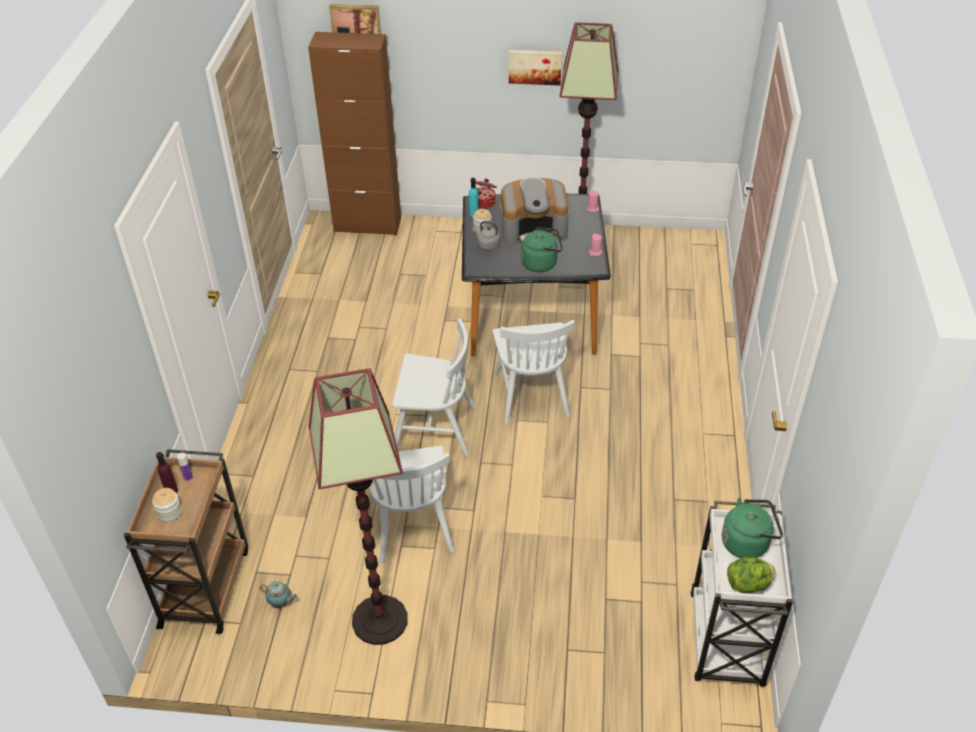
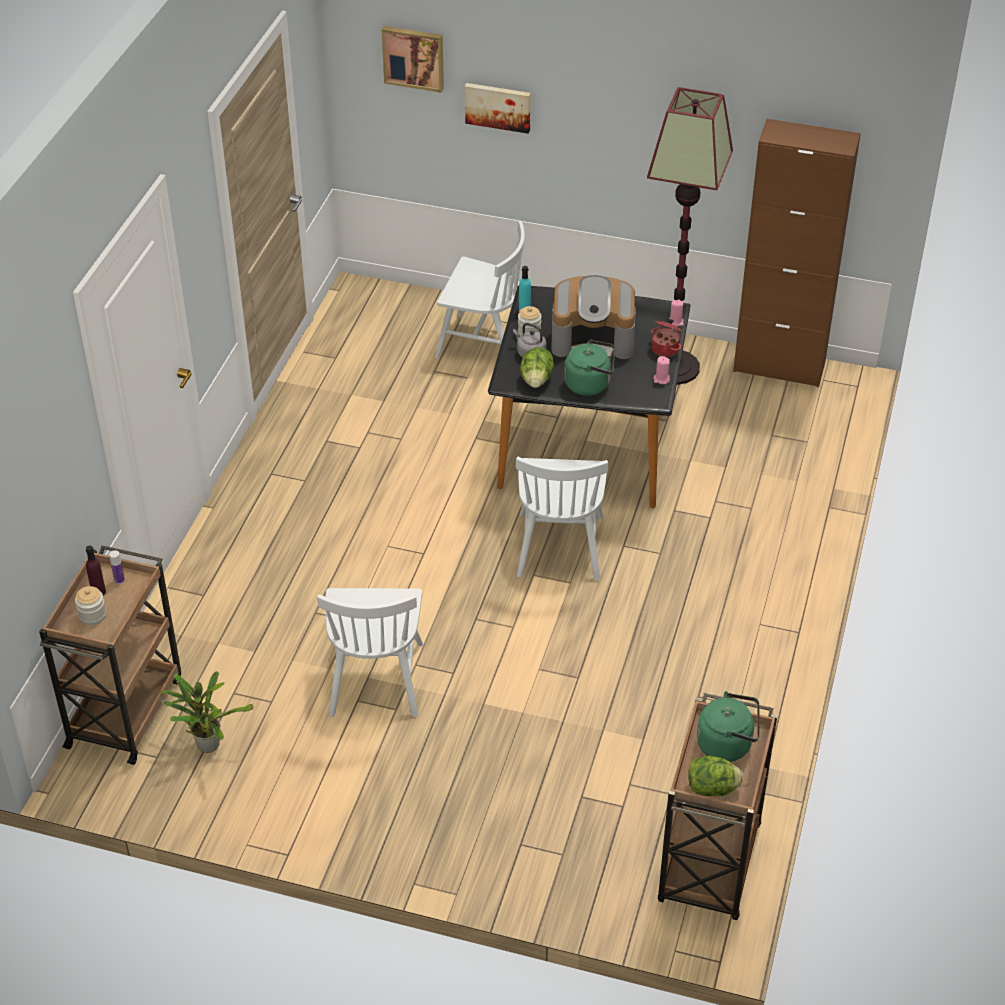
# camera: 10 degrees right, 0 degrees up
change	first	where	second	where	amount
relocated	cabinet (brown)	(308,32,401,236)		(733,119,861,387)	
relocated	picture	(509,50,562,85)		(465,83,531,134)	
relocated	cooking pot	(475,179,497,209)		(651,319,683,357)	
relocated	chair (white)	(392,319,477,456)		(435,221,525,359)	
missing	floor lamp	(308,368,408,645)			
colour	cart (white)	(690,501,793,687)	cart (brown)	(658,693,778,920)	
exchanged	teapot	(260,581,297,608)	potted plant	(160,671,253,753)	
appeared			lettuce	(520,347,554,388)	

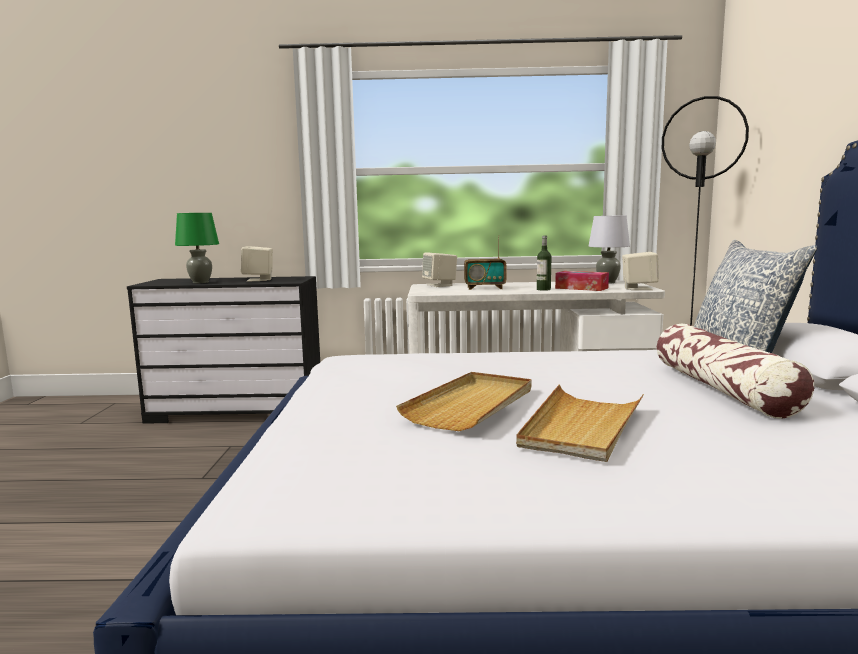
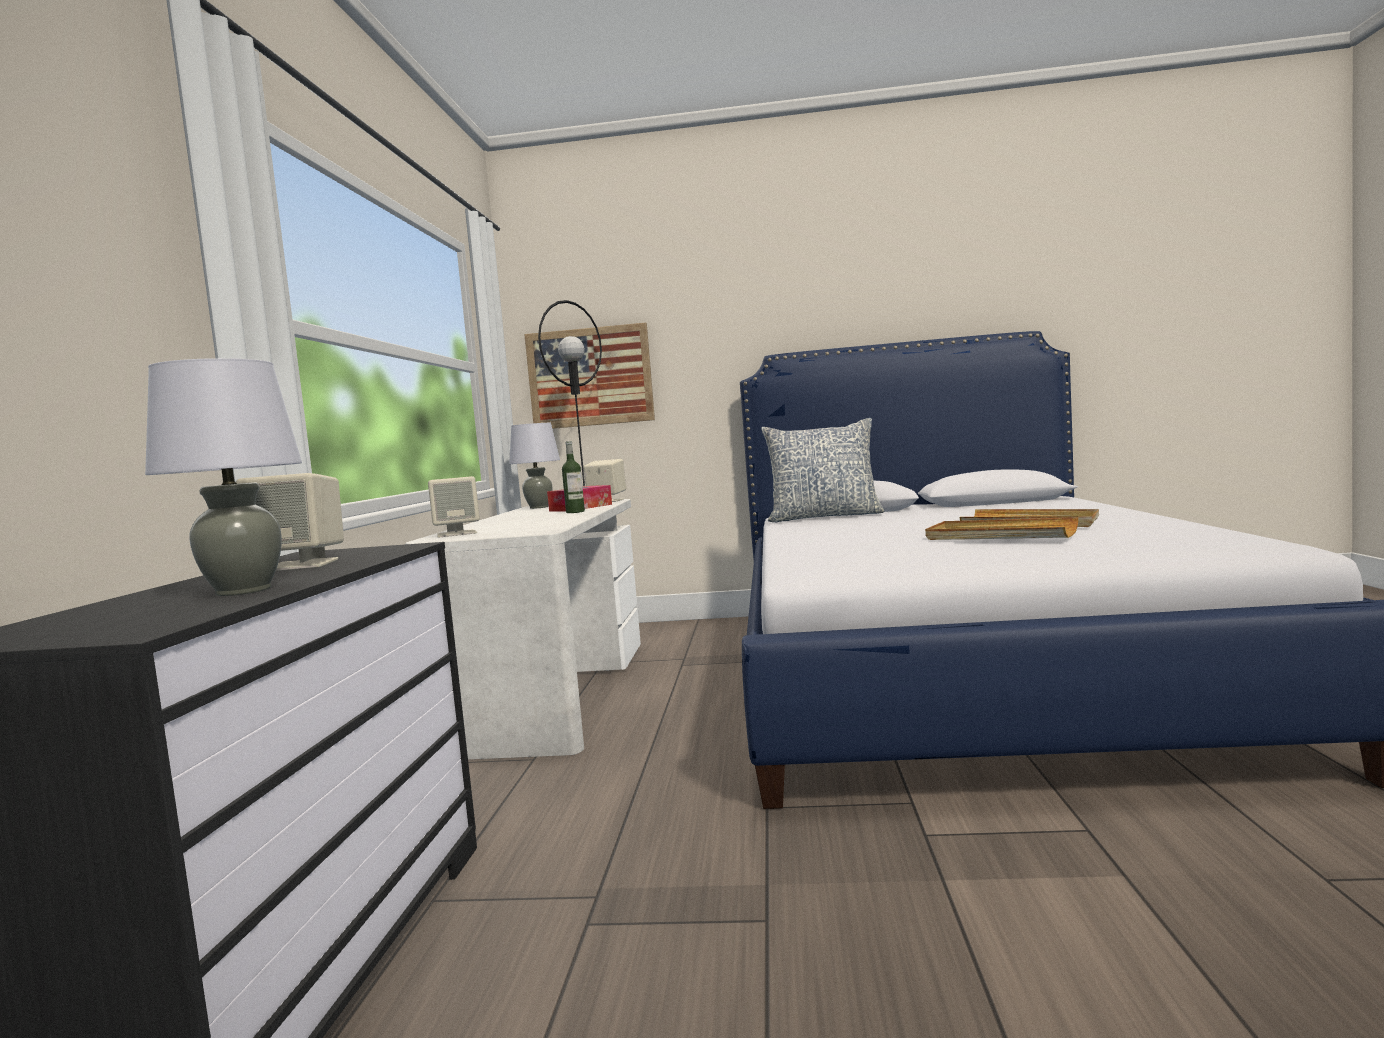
# camera: 85 degrees left, 5 degrees down
change	first	where	second	where	amount
colour	table lamp (green)	(175,213,219,283)	table lamp (grey)	(145,358,302,596)	
missing	radio	(464,236,506,290)			
missing	pillow	(657,324,814,419)			
appeared			picture	(524,323,655,429)	

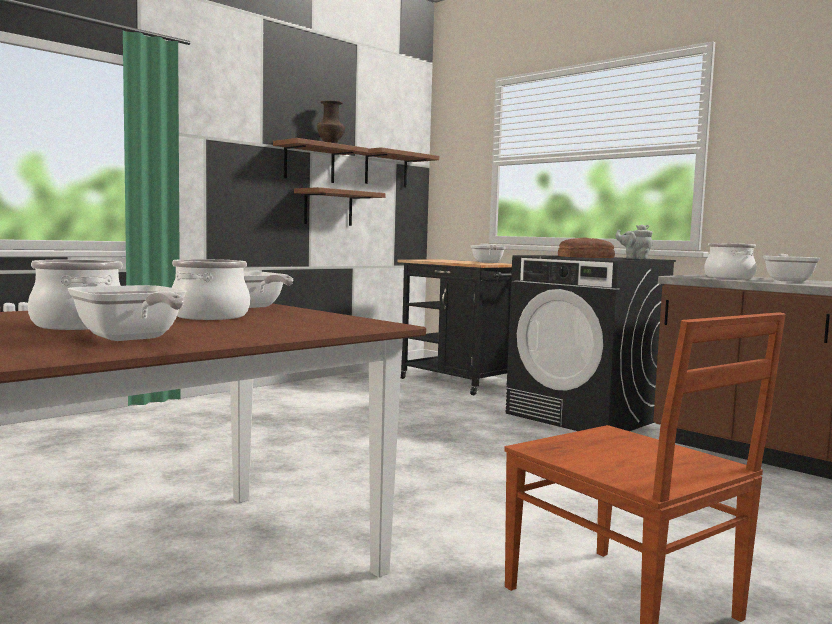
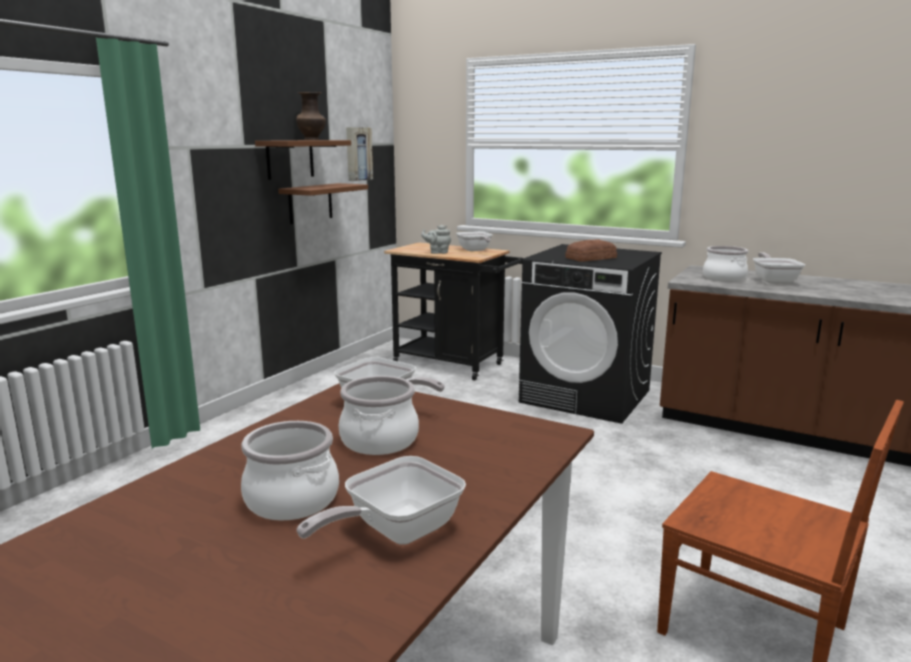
# camera: 15 degrees left, 10 degrees up
change	first	where	second	where	amount
exchanged	shelf (brown)	(357,147,439,188)	picture	(346,127,373,181)	
relocated	teapot (grey)	(615,224,653,259)		(421,225,451,254)	
spun	frying pan	(68,285,186,341)		(297,456,466,545)	105 degrees clockwise

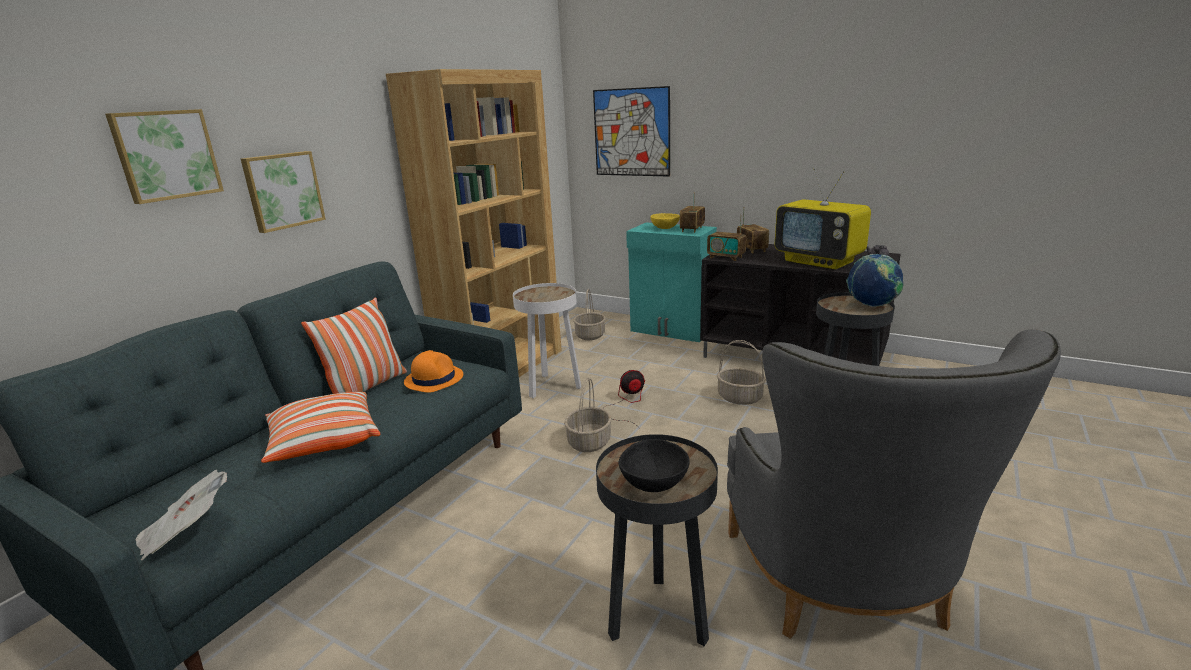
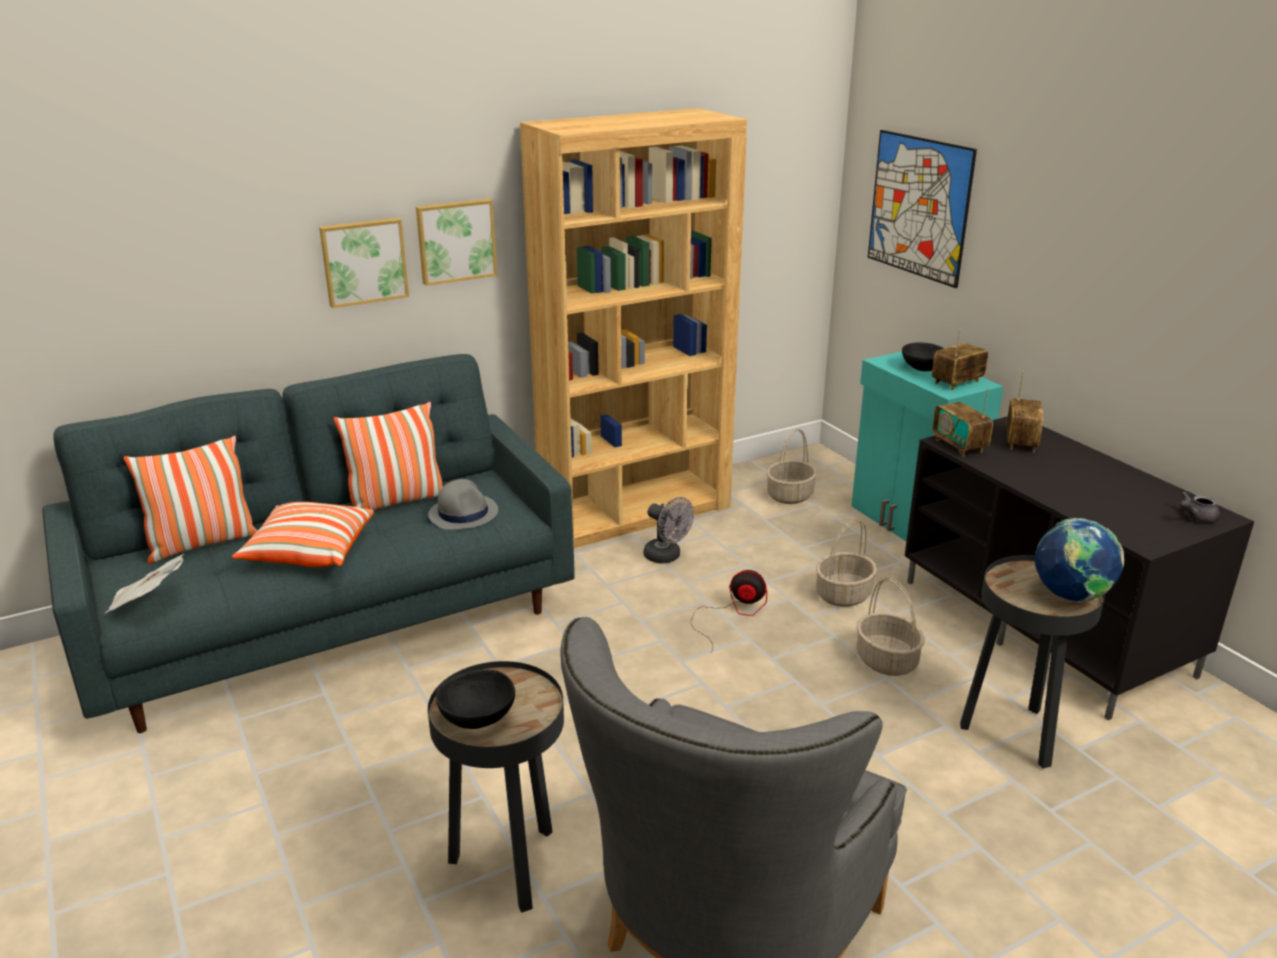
# camera: 30 degrees right, 5 degrees up
change	first	where	second	where	amount
relocated	picture	(105,109,224,204)		(416,199,497,286)	
missing	television	(775,168,871,269)			
colour	bowl (yellow)	(650,213,680,229)	bowl (black)	(902,342,944,371)	
exchanged	side table (white)	(513,283,581,398)	fan (grey)	(644,497,694,563)	
colour	hat (orange)	(404,350,463,393)	hat (grey)	(428,479,498,530)	
relocated	basket	(564,378,612,452)		(816,519,877,607)	
appeared			pillow	(123,435,258,564)	

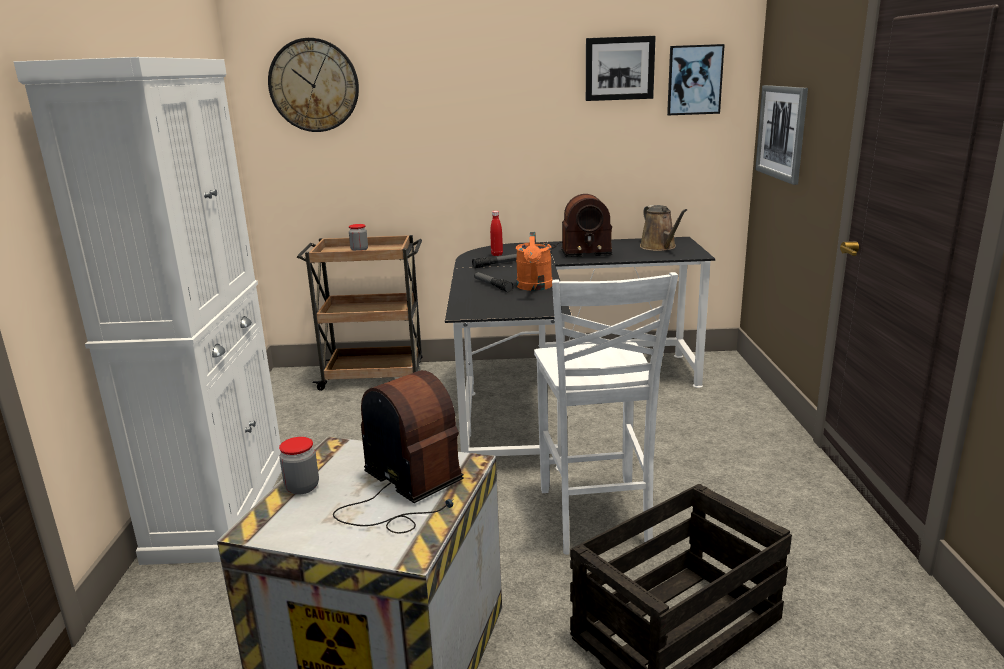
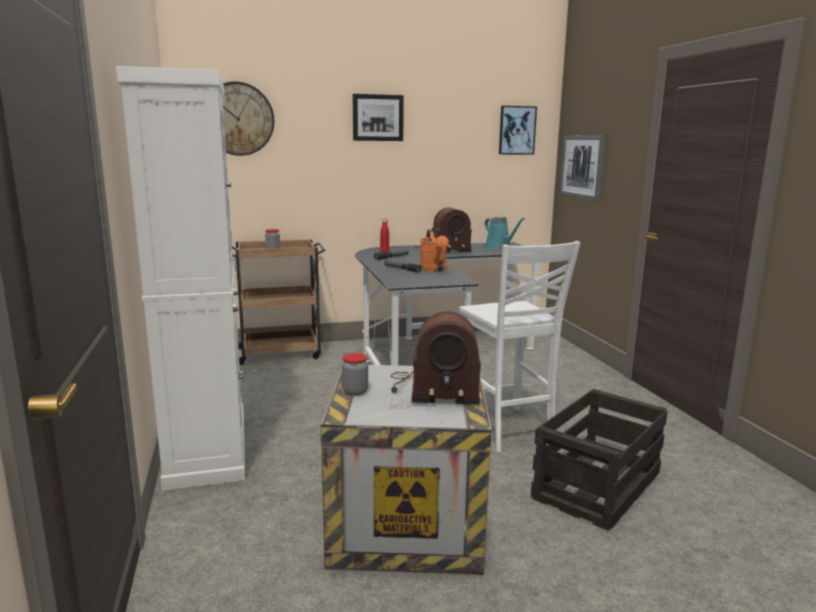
# camera: 15 degrees left, 5 degrees down
change	first	where	second	where	amount
relocated	picture	(586,36,656,101)		(353,94,404,141)	
colour	watering can (brown)	(640,205,687,251)	watering can (turquoise)	(485,217,525,250)	
spun	radio	(333,370,464,534)		(391,311,481,405)	150 degrees clockwise

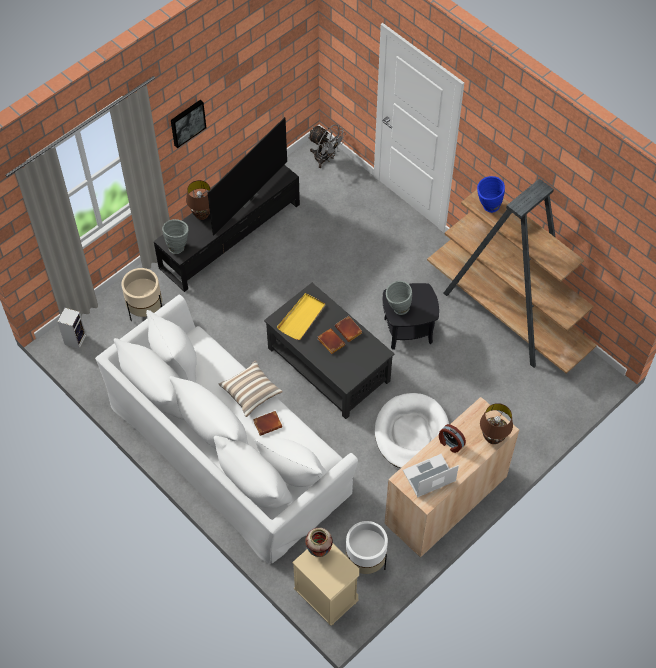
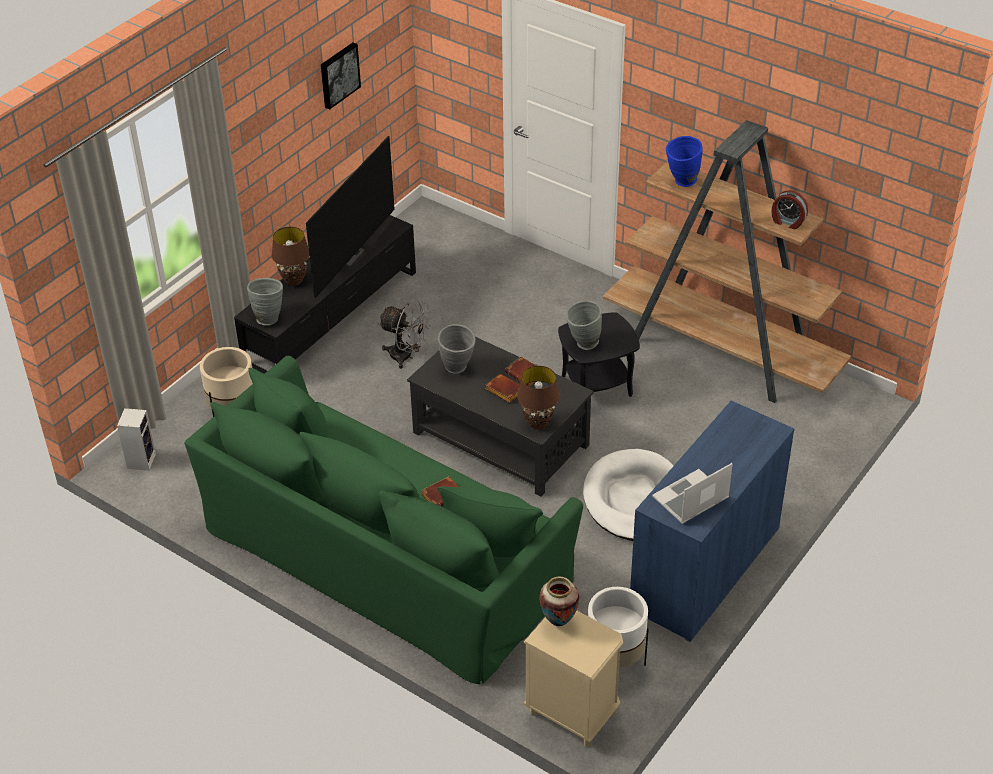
# camera: 10 degrees left, 15 degrees down
change	first	where	second	where	amount
relocated	picture	(171,100,206,148)		(321,42,361,110)	
relocated	fan (grey)	(308,124,346,168)		(378,299,432,369)	
exchanged	tray (yellow)	(277,293,325,340)	vase (grey)	(438,324,476,374)	
colour	sofa (white)	(95,295,358,564)	sofa (green)	(184,355,583,684)	
missing	pillow	(219,360,283,417)			
colour	cabinet (beige)	(385,397,519,558)	cabinet (blue)	(630,401,794,642)	
relocated	table lamp (brown)	(480,403,513,444)		(517,366,560,429)	
relocated	alarm clock	(439,424,466,453)		(771,190,808,229)	

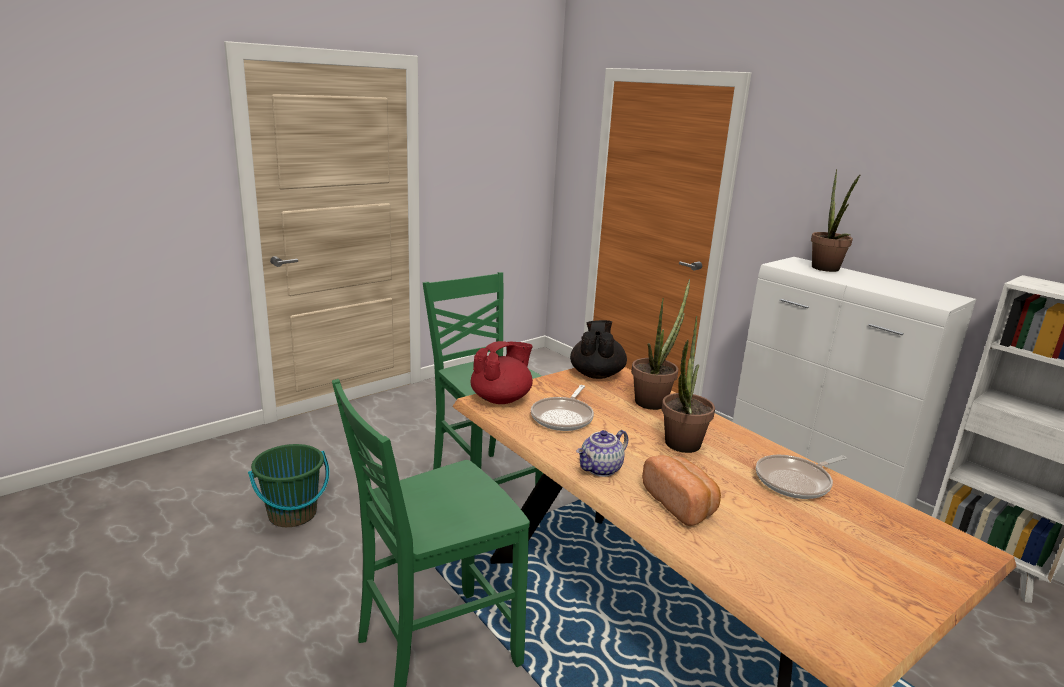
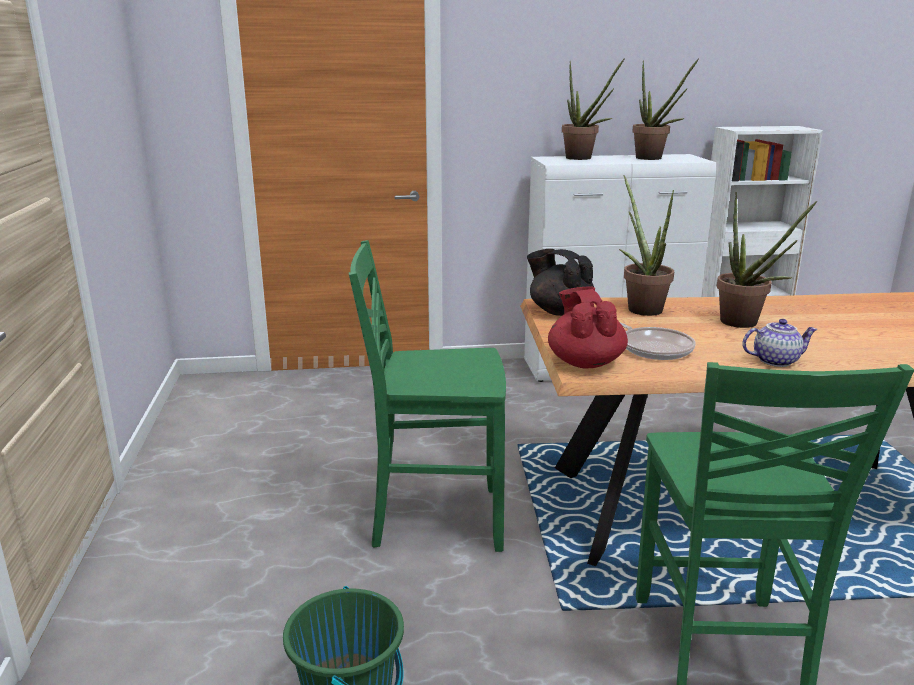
# camera: 55 degrees left, 0 degrees up
change	first	where	second	where	amount
spun	teapot	(576,430,628,477)		(742,319,818,367)	90 degrees counterclockwise
missing	bread	(642,455,721,526)			
missing	frying pan	(756,455,847,499)			
appeared			potted plant	(632,59,698,160)	

